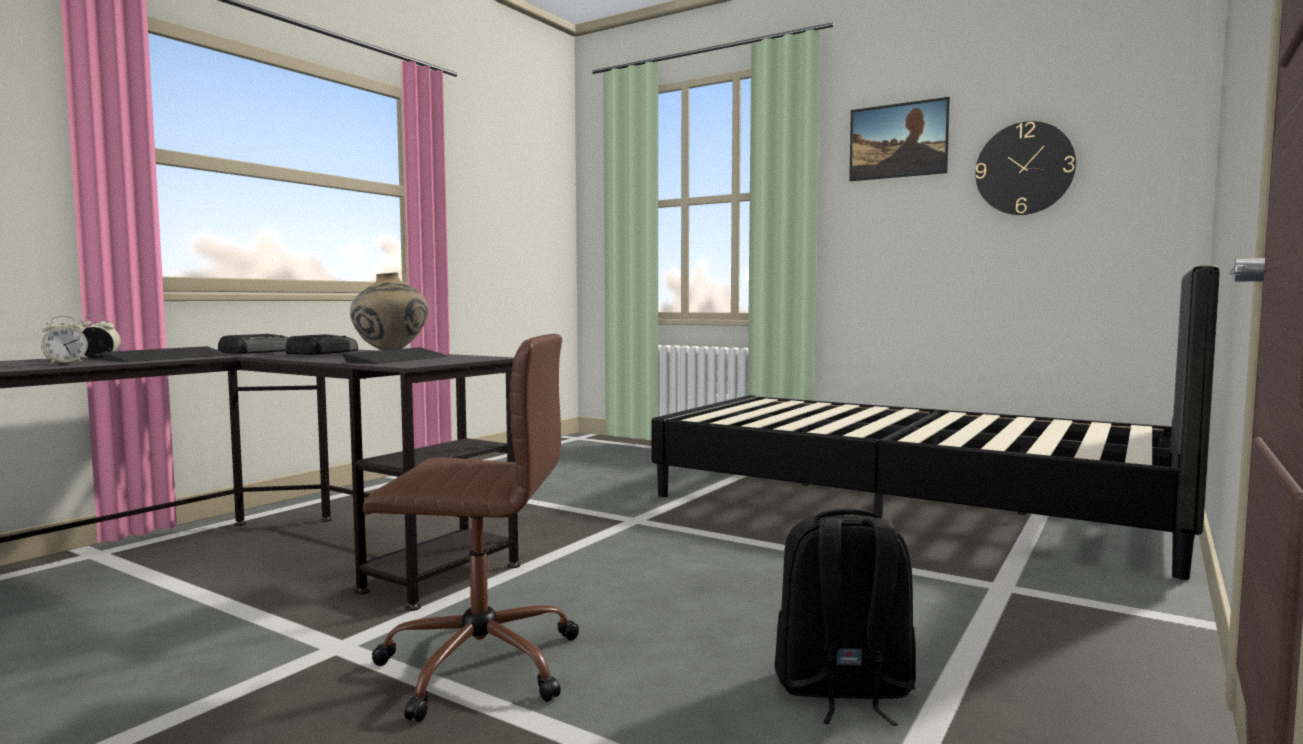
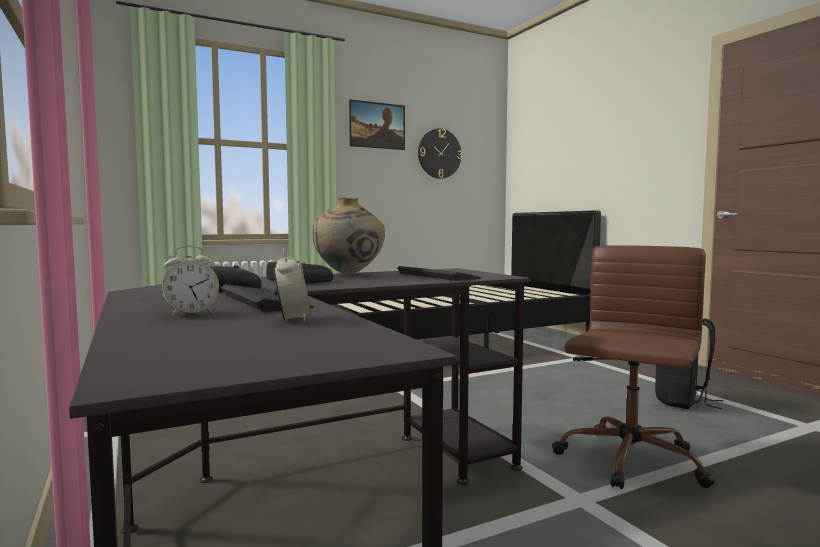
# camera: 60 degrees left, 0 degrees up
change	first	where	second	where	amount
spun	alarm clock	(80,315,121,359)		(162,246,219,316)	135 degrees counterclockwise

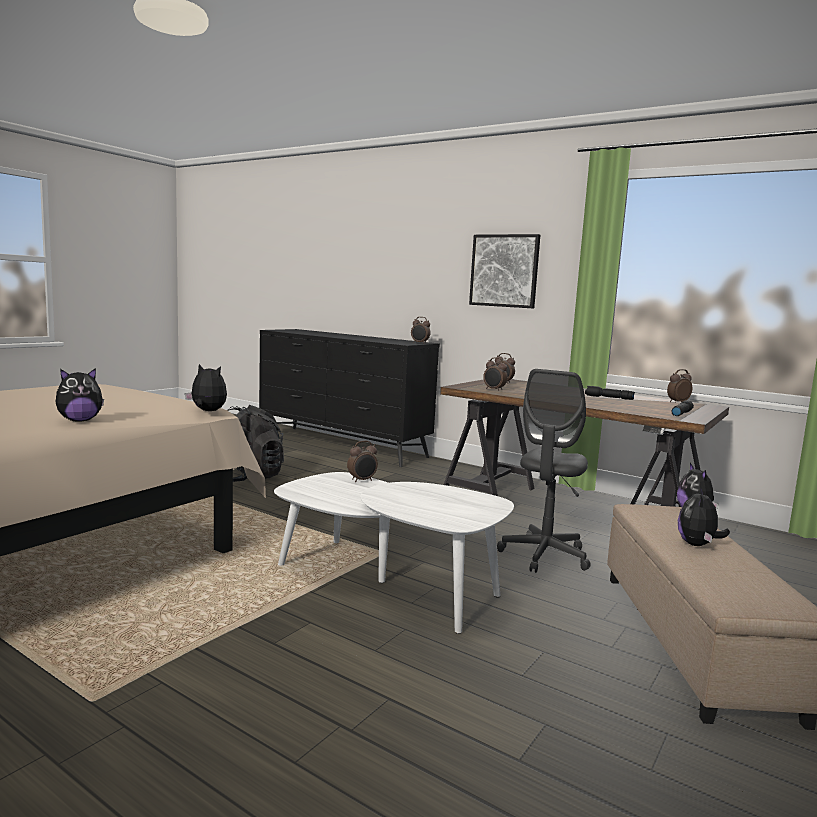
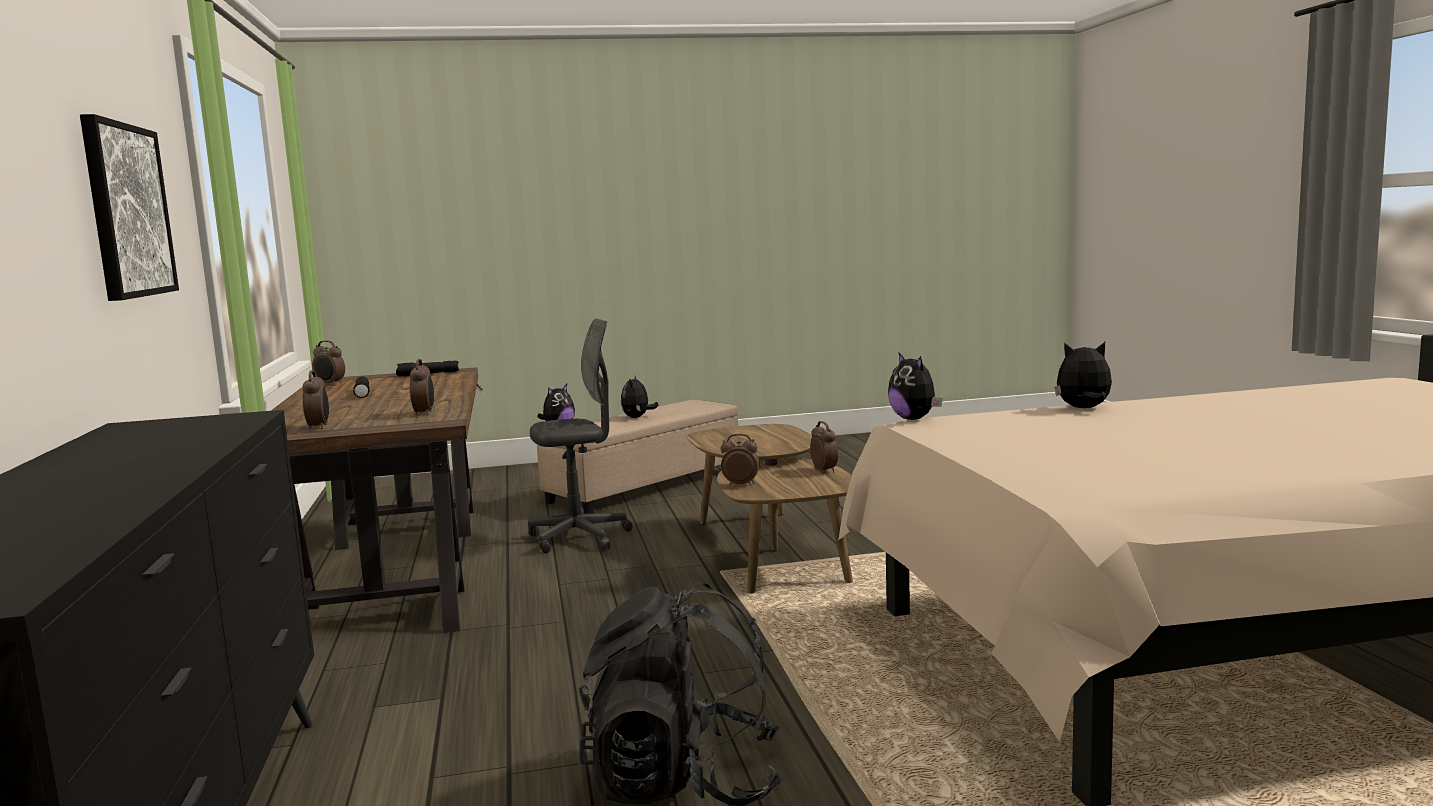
# camera: 135 degrees left, 0 degrees up
change	first	where	second	where	amount
relocated	alarm clock	(411,317,431,344)		(810,421,838,473)	
colour	coffee table (white)	(274,472,514,634)	coffee table (brown)	(687,424,853,593)	
spun	plush toy	(678,486,730,546)		(621,376,659,418)	120 degrees clockwise

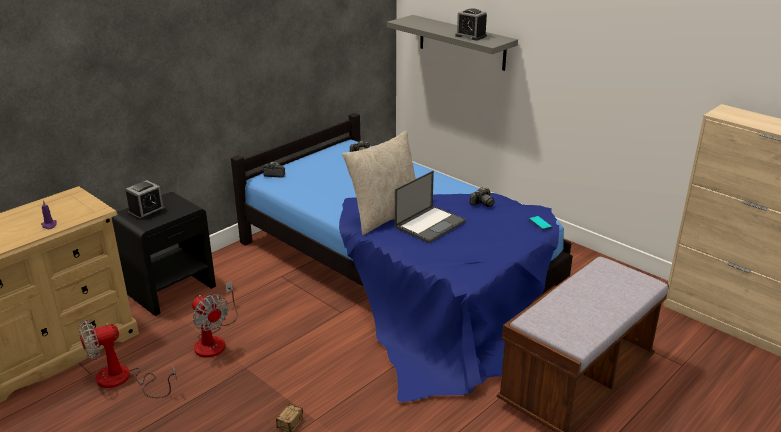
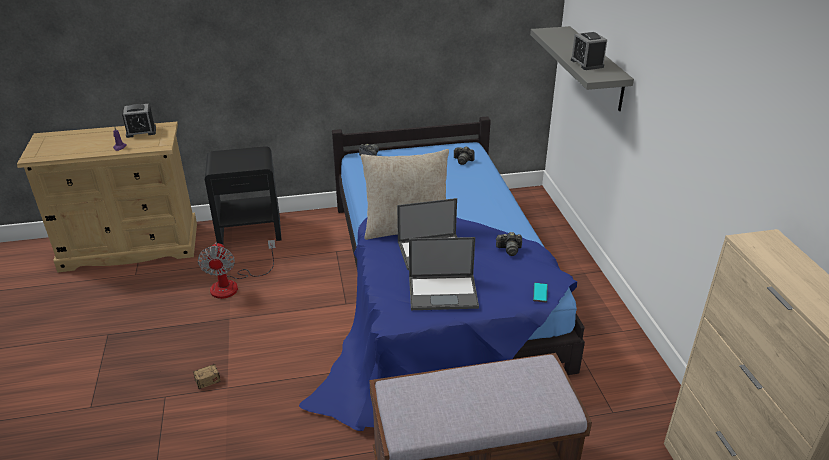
# camera: 35 degrees right, 5 degrees up
change	first	where	second	where	amount
relocated	alarm clock	(126,180,165,220)		(122,104,156,138)	
missing	fan	(79,320,177,398)			
appeared			laptop	(409,237,479,310)	

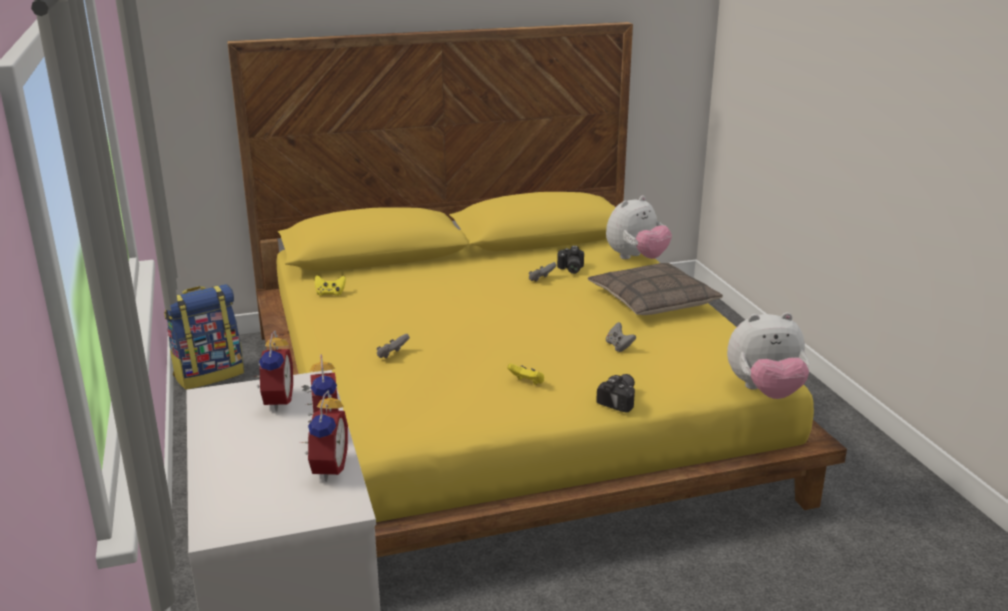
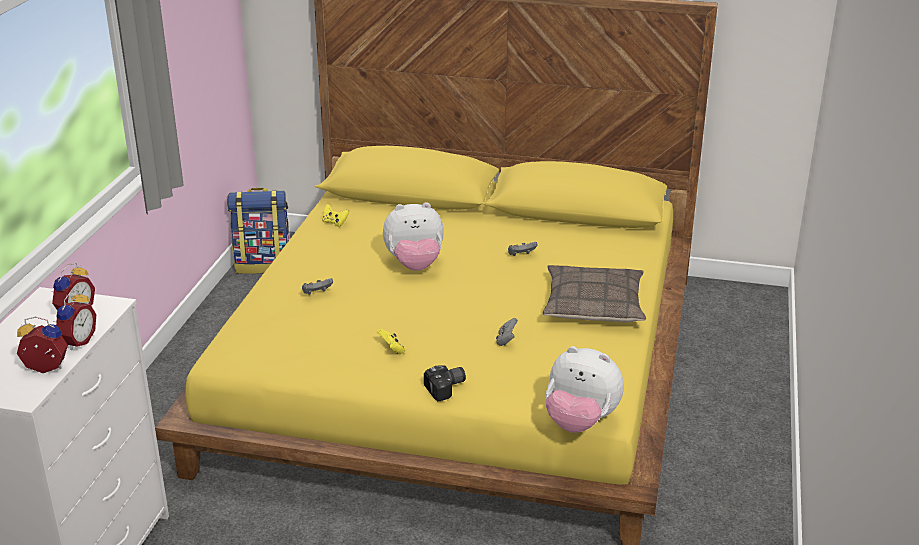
# camera: 30 degrees right, 5 degrees up
change	first	where	second	where	amount
relocated	plush toy	(606,196,672,259)		(383,202,444,271)	
missing	photo camera	(557,246,584,274)			
spun	alarm clock	(301,390,348,482)		(17,316,68,373)	120 degrees counterclockwise

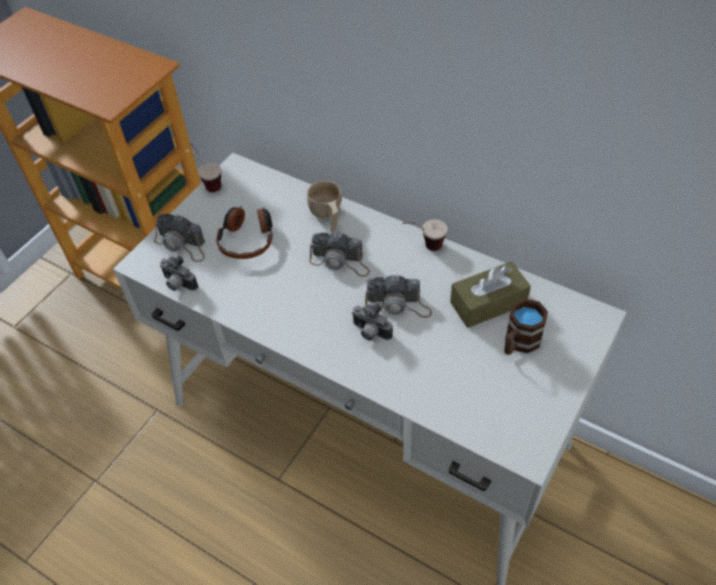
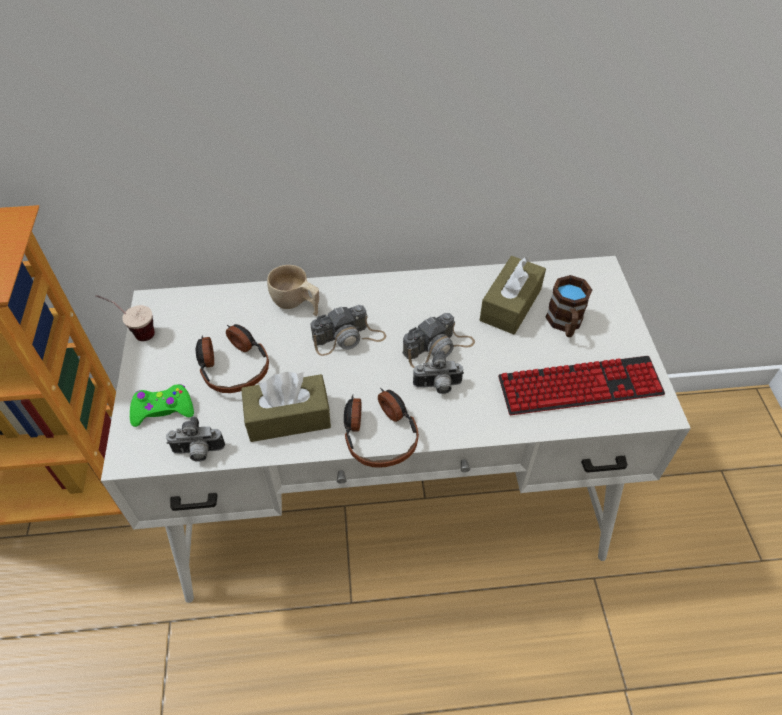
# camera: 40 degrees left, 0 degrees up
change	first	where	second	where	amount
exchanged	photo camera	(154,213,205,262)	game controller (green)	(130,384,194,427)	
missing	cup	(402,219,447,251)			
appeared			keyboard	(498,356,665,415)	
appeared			tissue box (brown)	(241,372,331,442)	
appeared			headphones	(344,388,419,468)	

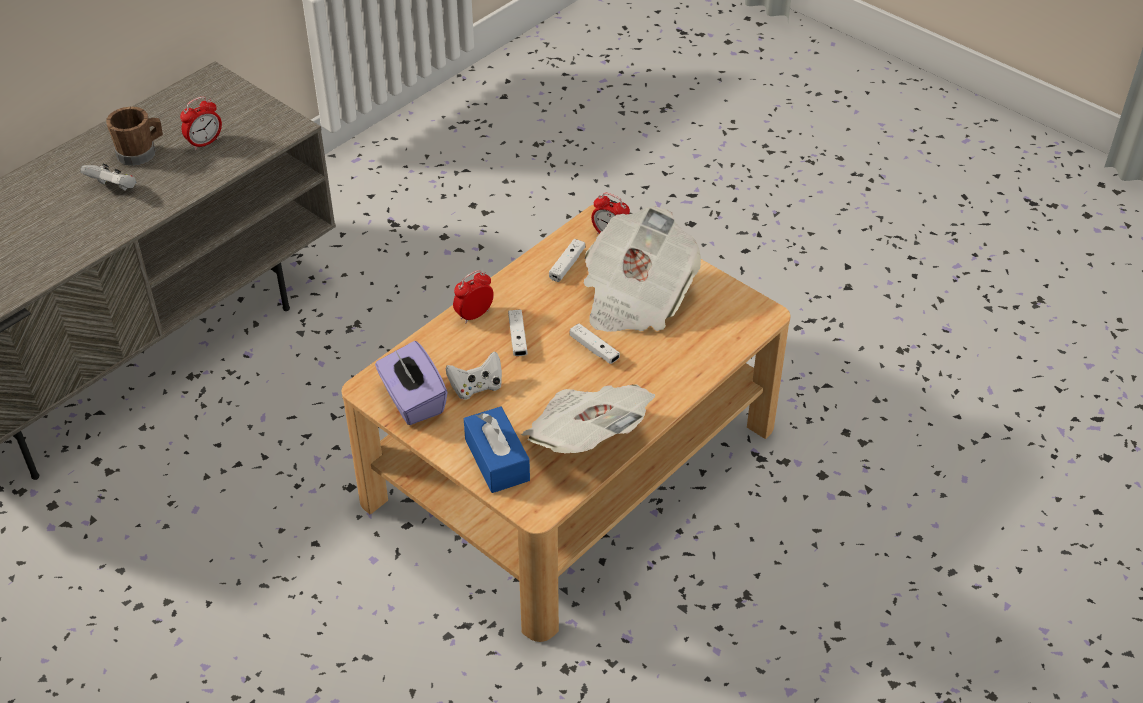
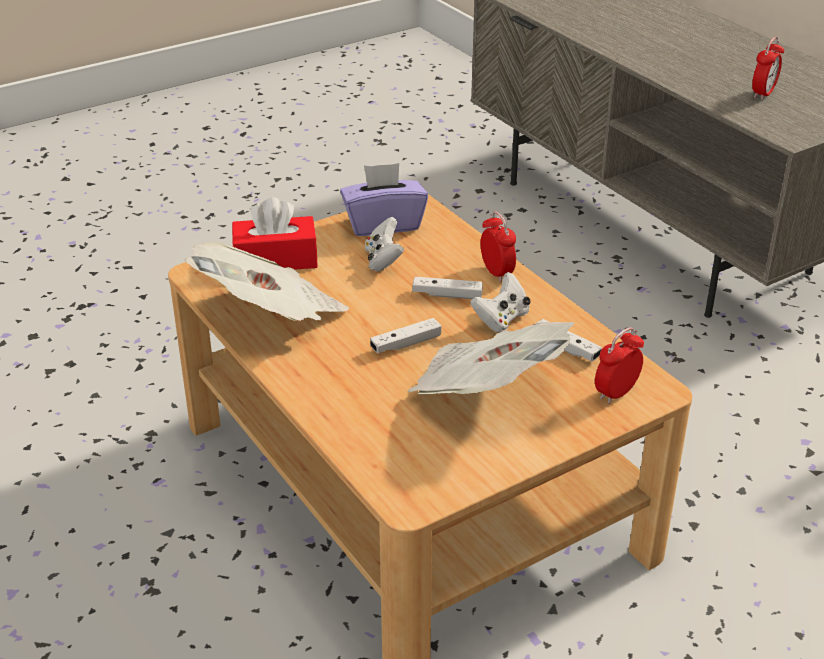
# camera: 105 degrees right, 10 degrees down
change	first	where	second	where	amount
spun	alarm clock	(180,97,222,150)		(752,37,784,100)	120 degrees counterclockwise
missing	mug (brown)	(106,107,163,166)			
relocated	game controller (white)	(80,163,136,191)		(471,272,531,332)	
colour	tissue box (blue)	(464,406,530,493)	tissue box (red)	(232,197,318,270)	

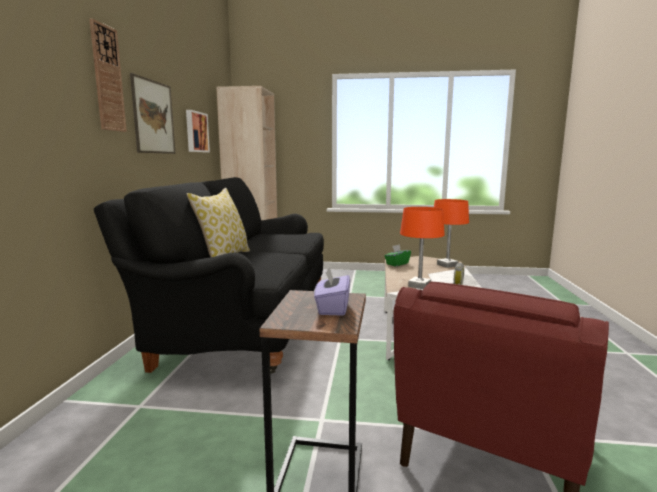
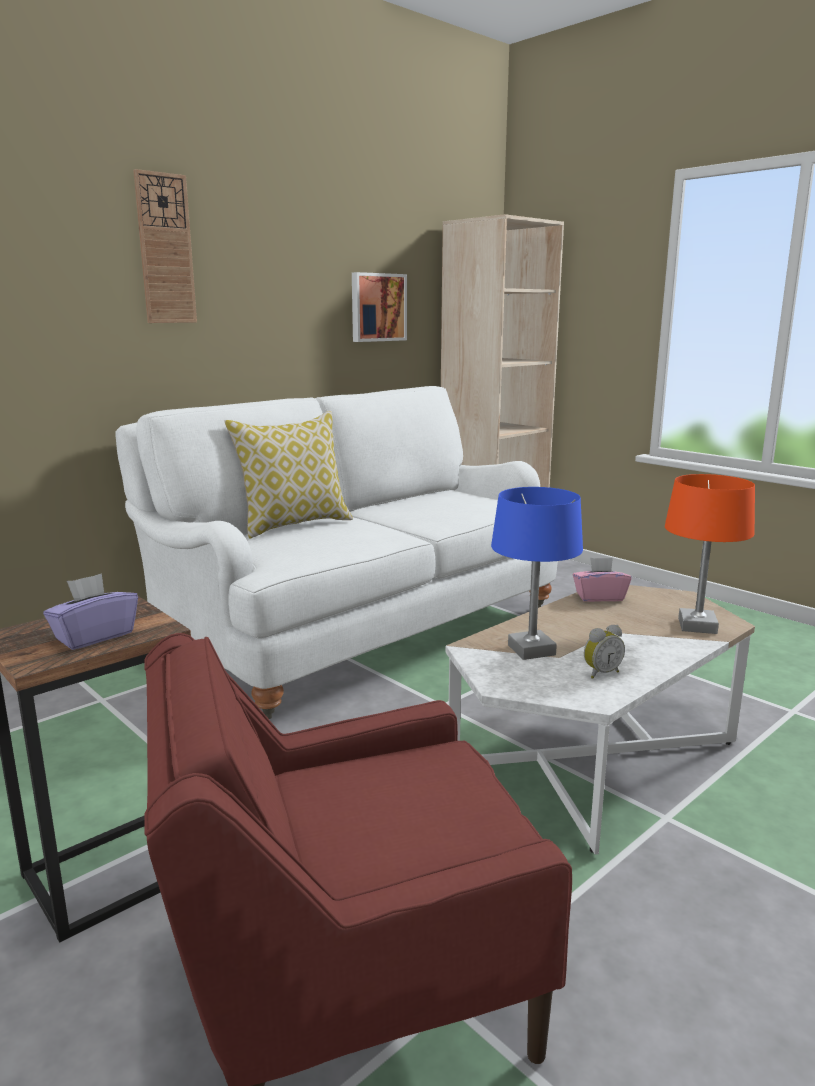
# camera: 40 degrees right, 5 degrees up
change	first	where	second	where	amount
missing	picture	(130,73,175,154)			
colour	sofa (black)	(94,177,324,374)	sofa (white)	(115,386,558,719)	
colour	table lamp (orange)	(400,207,445,289)	table lamp (blue)	(491,487,583,660)	
colour	tissue box (green)	(384,244,411,266)	tissue box (pink)	(573,558,632,602)	

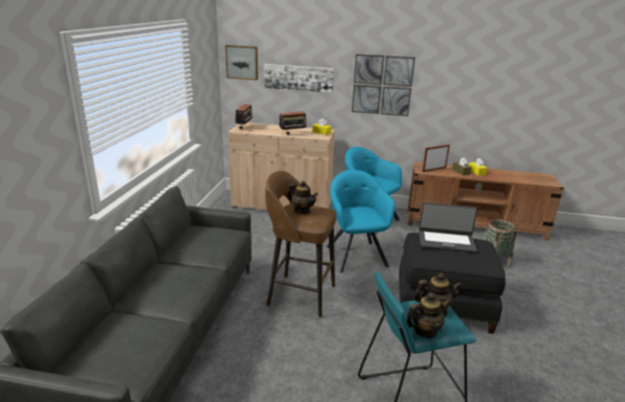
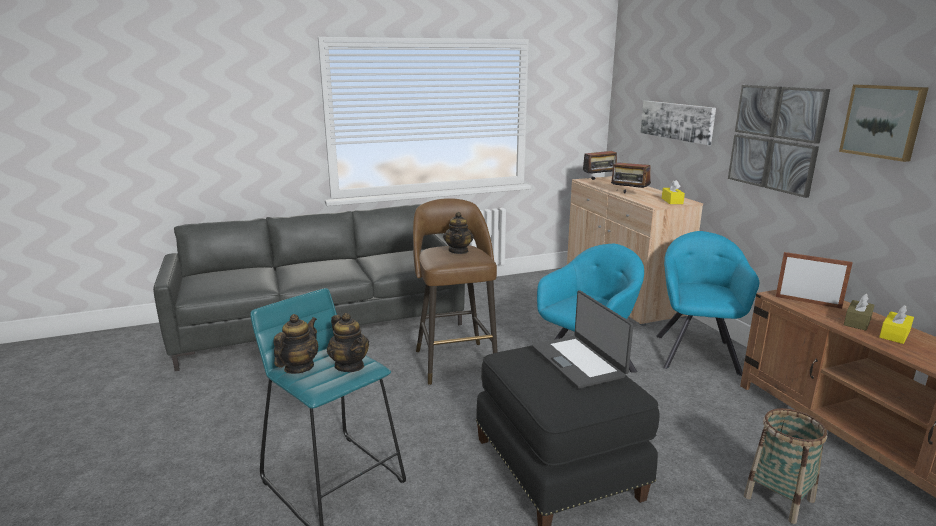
# camera: 60 degrees right, 5 degrees down
change	first	where	second	where	amount
relocated	picture	(225,45,258,80)		(839,84,929,162)	
spun	teapot	(406,293,452,338)		(273,314,318,374)	105 degrees counterclockwise

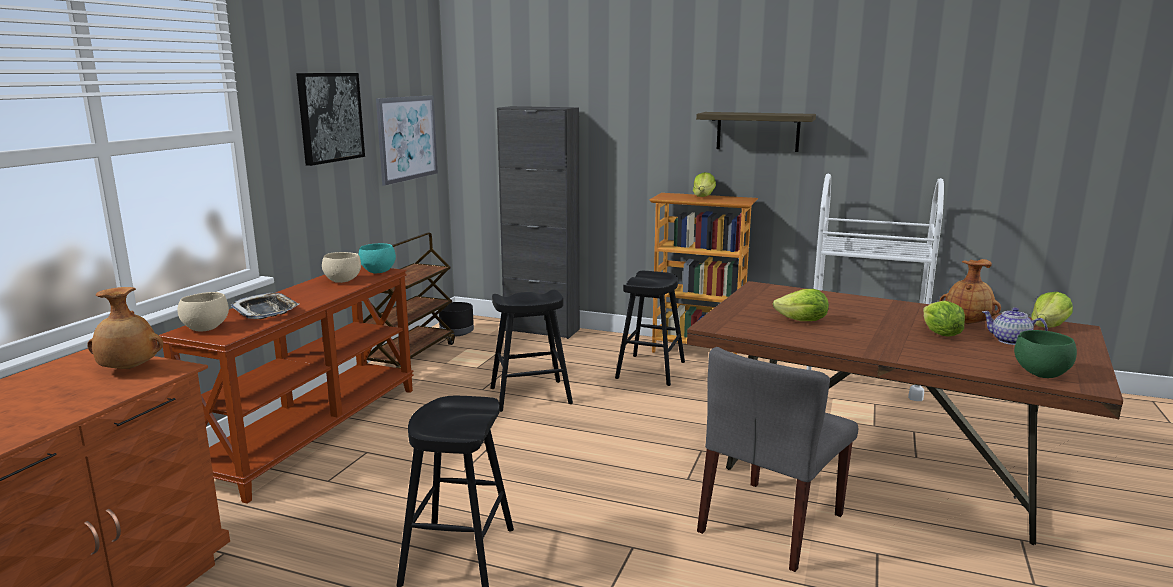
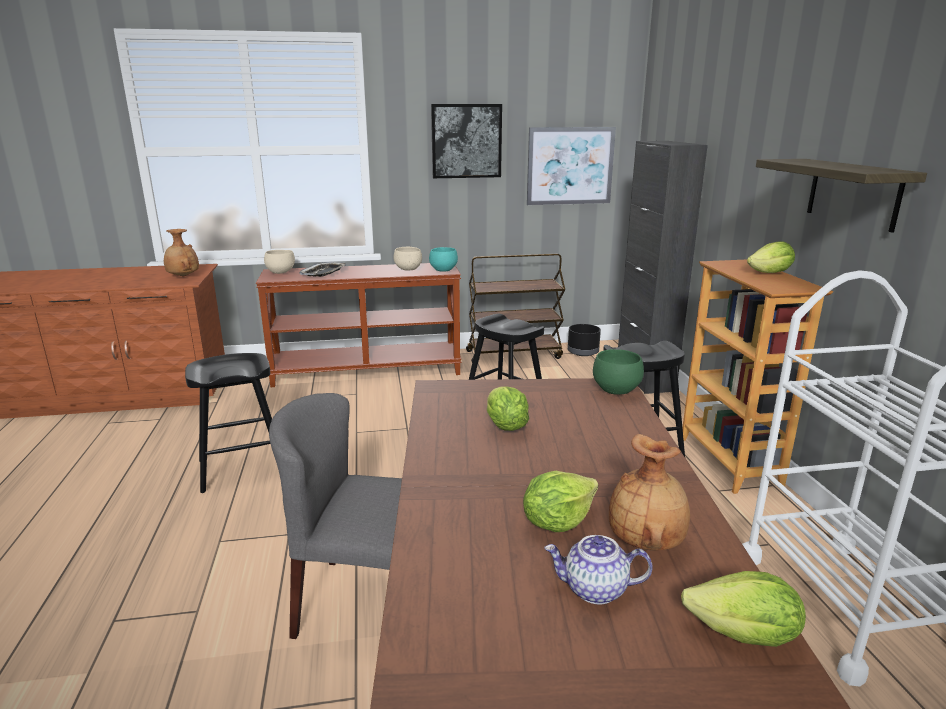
# camera: 60 degrees right, 5 degrees up
change	first	where	second	where	amount
spun	teapot	(982,307,1048,345)		(544,535,653,604)	90 degrees counterclockwise
relocated	bowl (green)	(1014,330,1077,378)		(593,349,644,395)	

